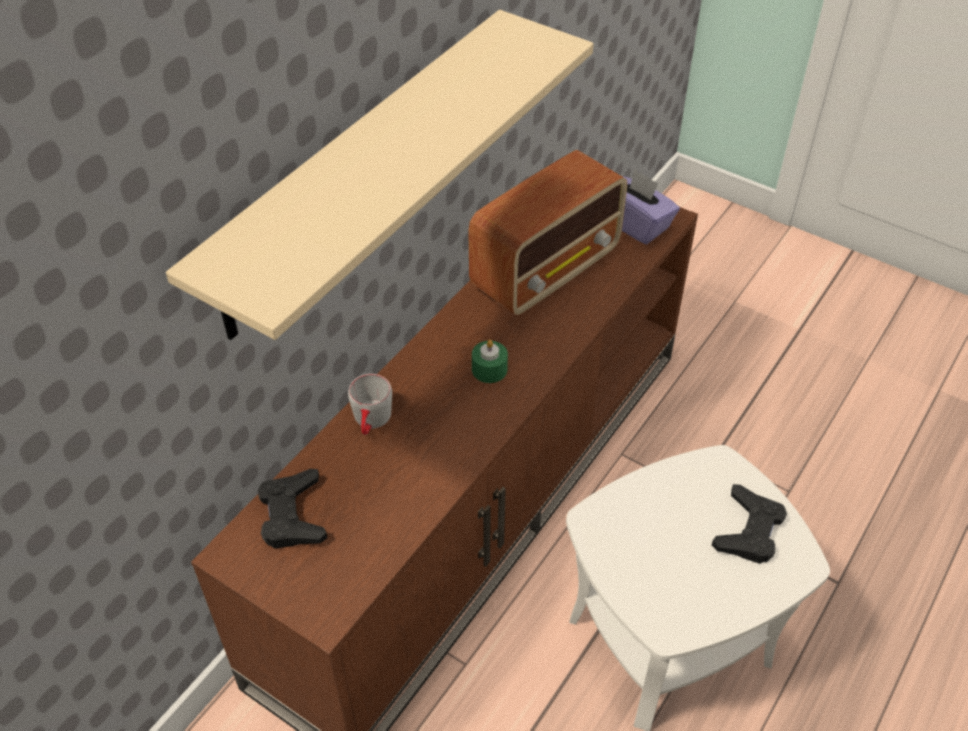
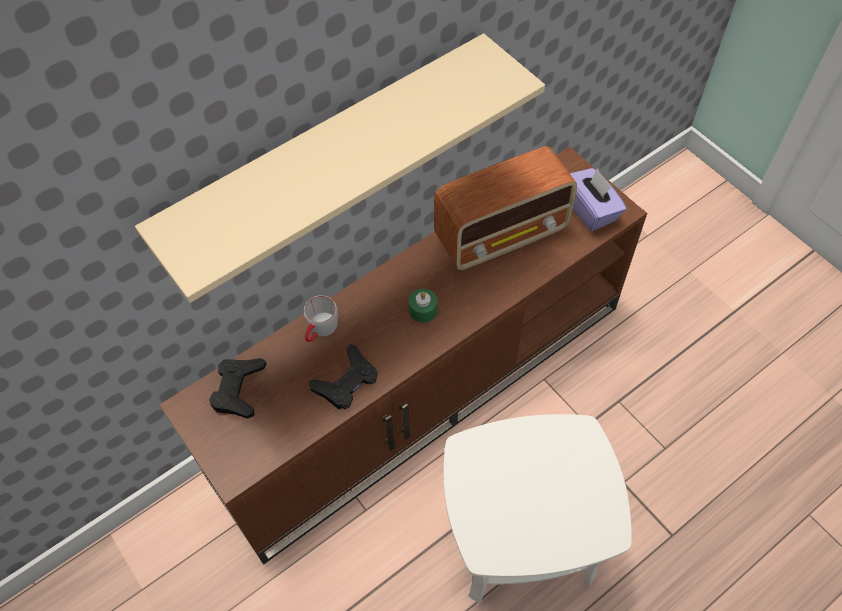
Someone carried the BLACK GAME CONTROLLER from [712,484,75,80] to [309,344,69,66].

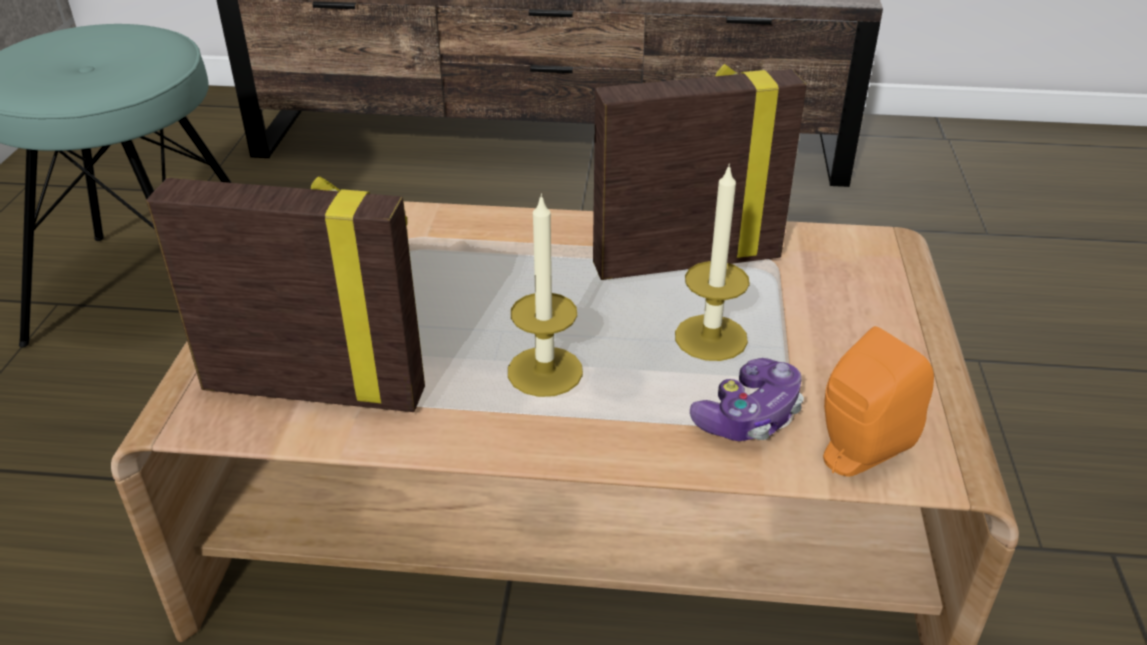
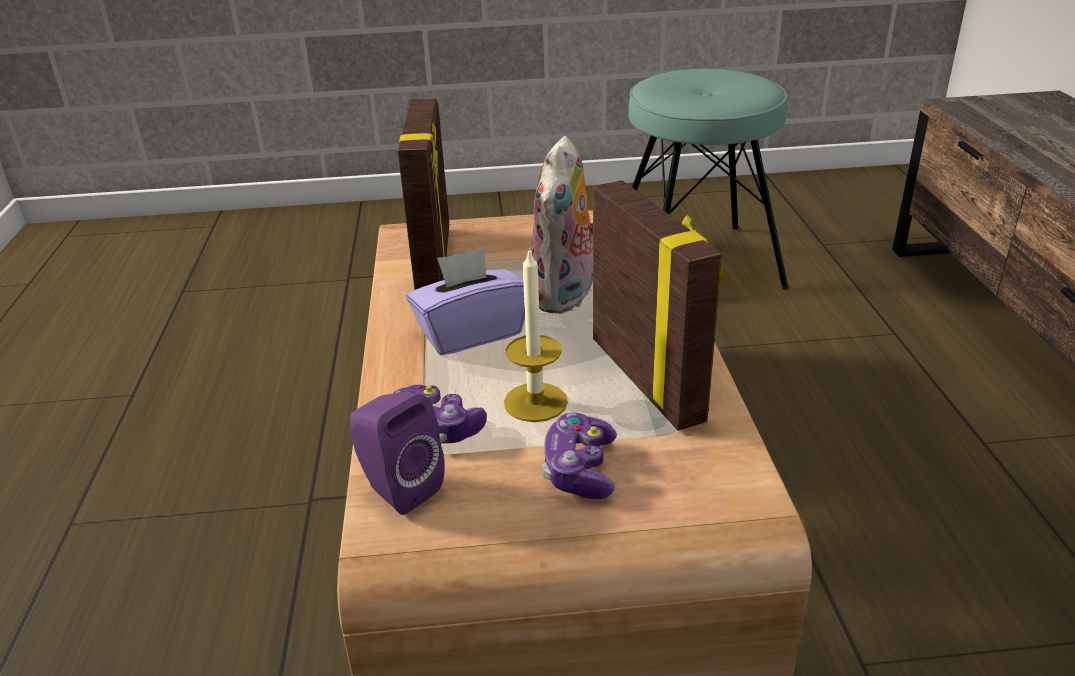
Someone swapped the CANDLE at [508,193,75,204] for the PURPLE TISSUE BOX at [406,248,119,107].
Someone repainted the ORANGE SPEAKER at [823,326,111,151], which became the PURPLE SPEAKER at [350,392,95,123].
Someone put down the PLUSH TOY at [532,136,61,178].
Someone put down the GAME CONTROLLER at [542,412,75,87].

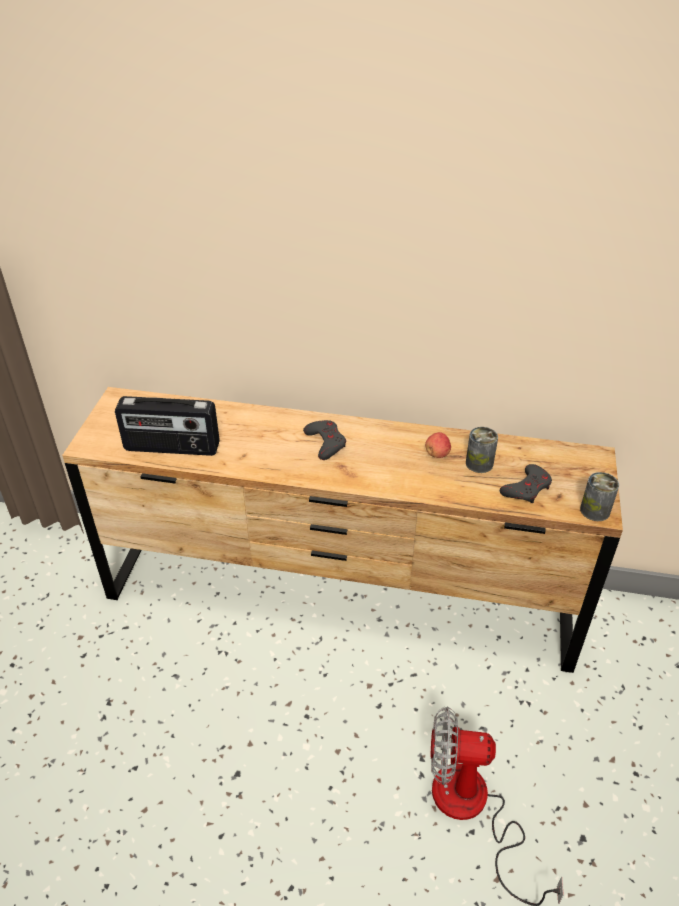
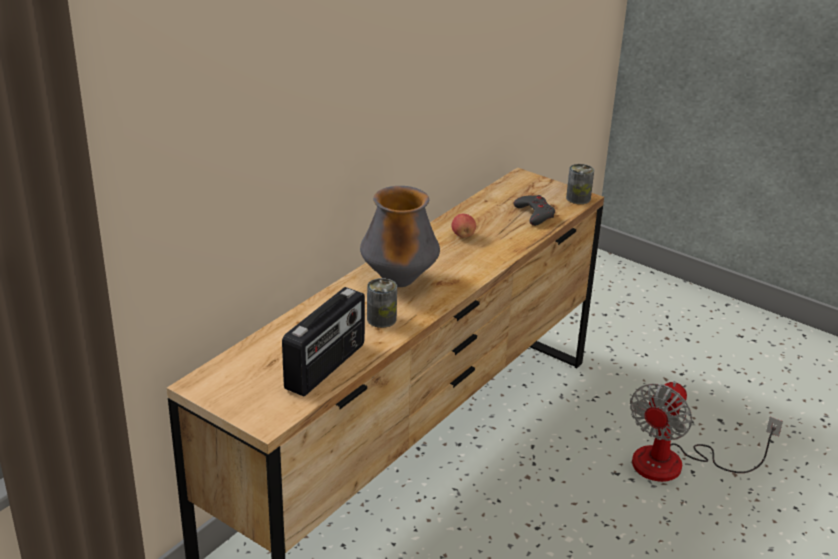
Someone swapped the GREY GAME CONTROLLER at [303,420,43,40] for the VASE at [360,186,80,101].
Someone carried the CAN from [466,427,32,46] to [367,278,30,50].

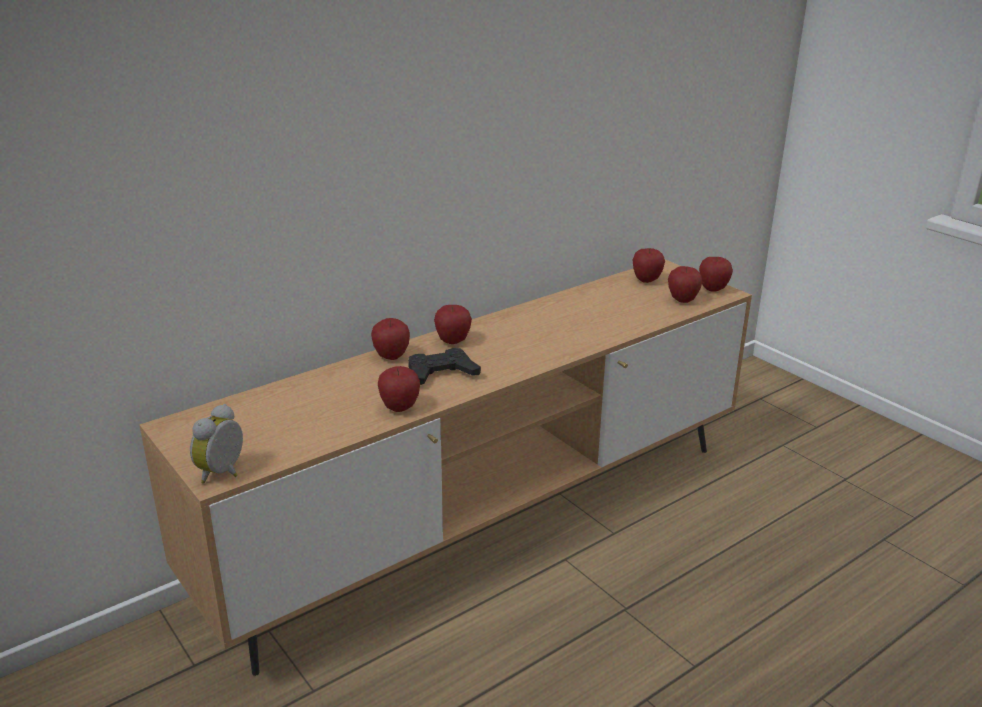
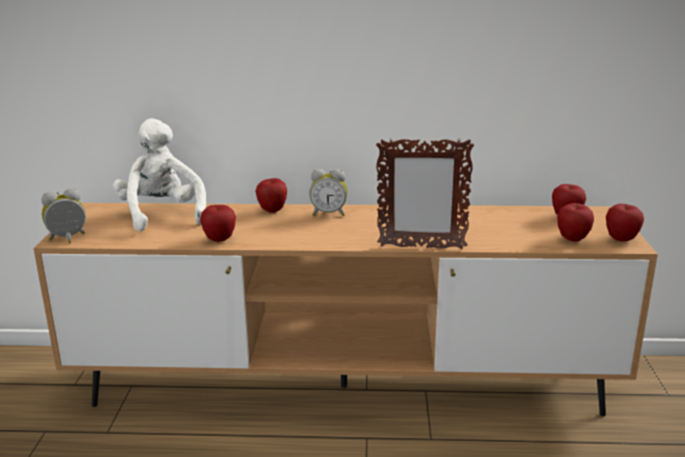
Someone took away the BLACK GAME CONTROLLER at [408,348,73,37].
Someone swapped the APPLE at [434,305,38,39] for the ALARM CLOCK at [309,169,39,47].
Someone put down the WHITE PLUSH TOY at [113,118,93,113].
Someone put down the PICTURE FRAME at [376,138,98,111].

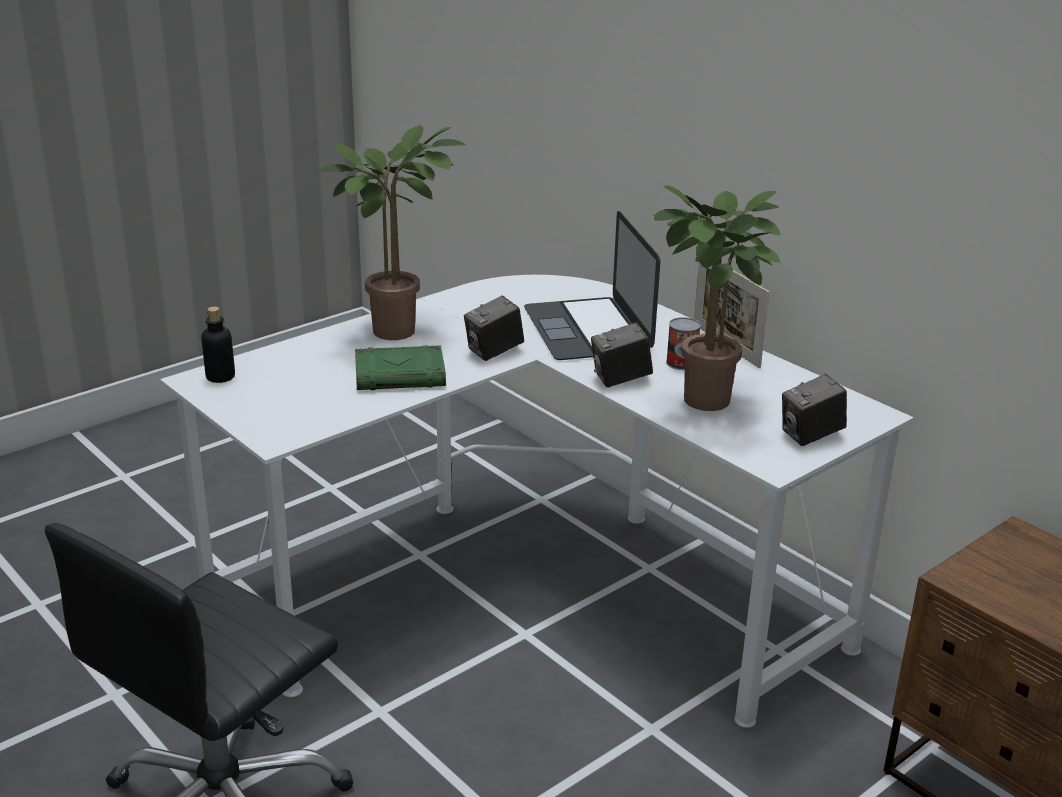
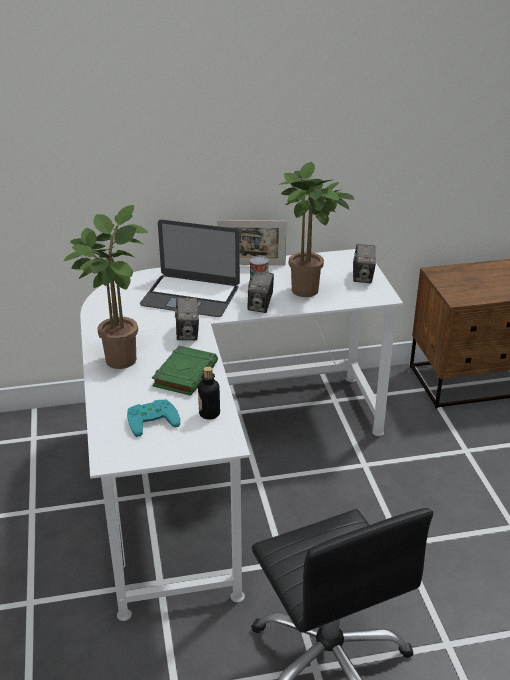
Someone carried the BOTTLE from [201,307,34,76] to [198,366,22,54].
Someone put down the TURQUOISE GAME CONTROLLER at [127,400,53,37].

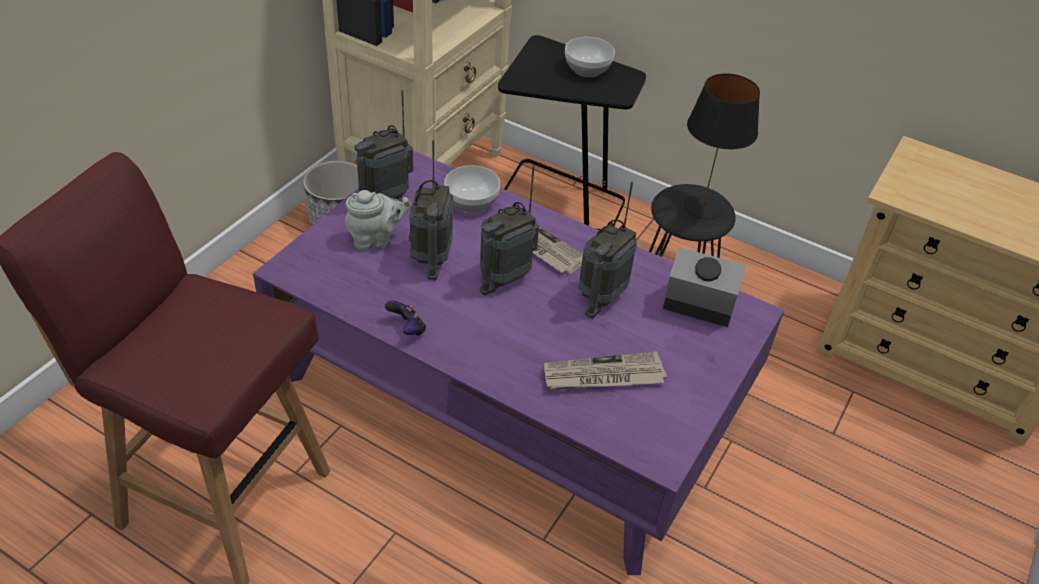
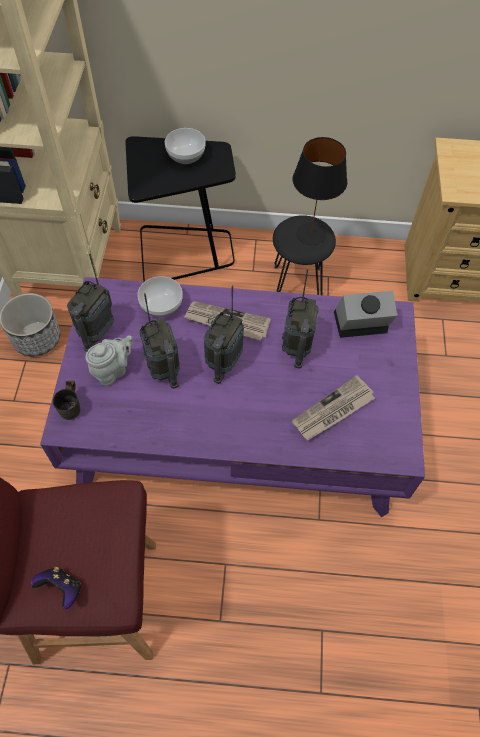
Someone carried the GAME CONTROLLER from [385,300,41,36] to [31,567,50,42].
Someone put down the GREY MUG at [53,380,27,40].

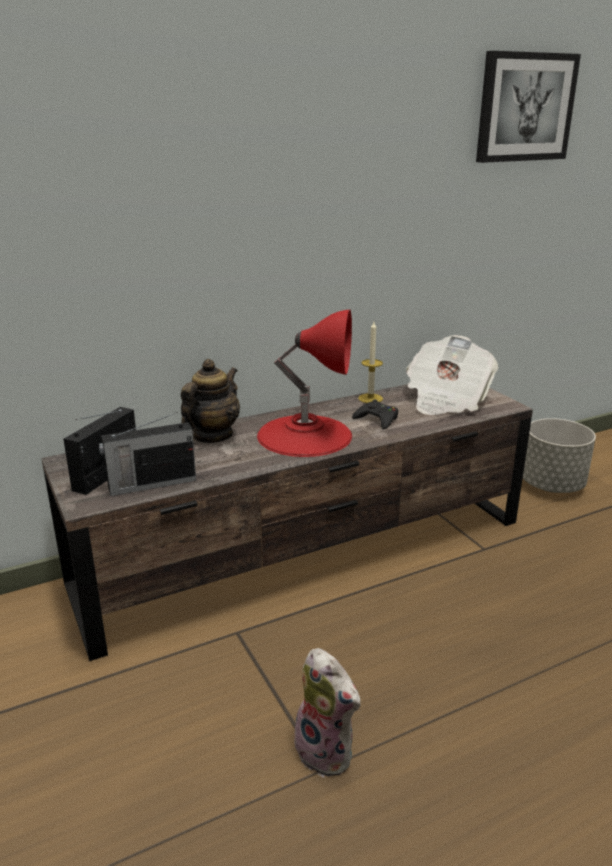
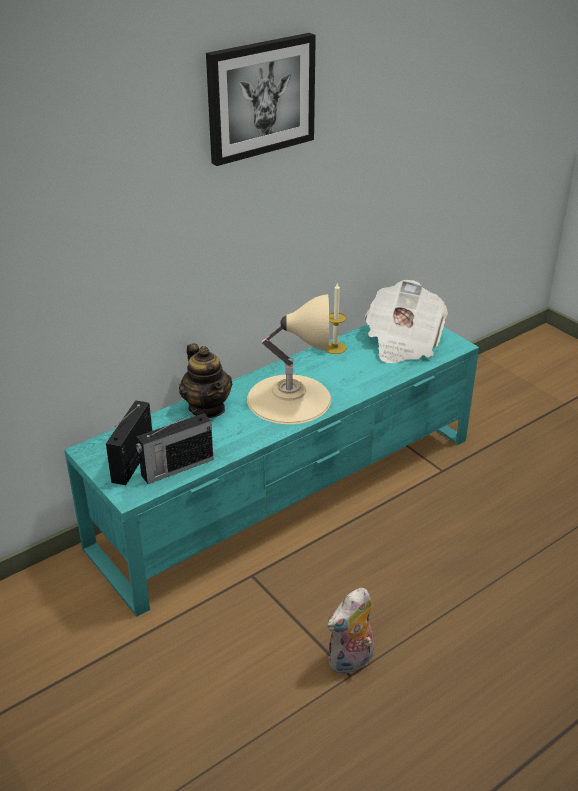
Someone repainted the BROWN TV STAND at [41,384,492,277], which became the TURQUOISE TV STAND at [64,324,415,293].
Someone rotated the TEAPOT at [181,359,59,84] by 135 degrees clockwise.
Someone repainted the RED TABLE LAMP at [257,309,95,148], which became the BEIGE TABLE LAMP at [247,294,84,130].
Someone rotated the PLUSH TOY at [292,648,69,130] by 105 degrees clockwise.
Someone took away the BLACK GAME CONTROLLER at [352,399,46,31].
Someone carried the PICTURE from [476,51,105,112] to [206,33,110,133].
Someone took away the GREY PLANTER at [523,418,73,75].

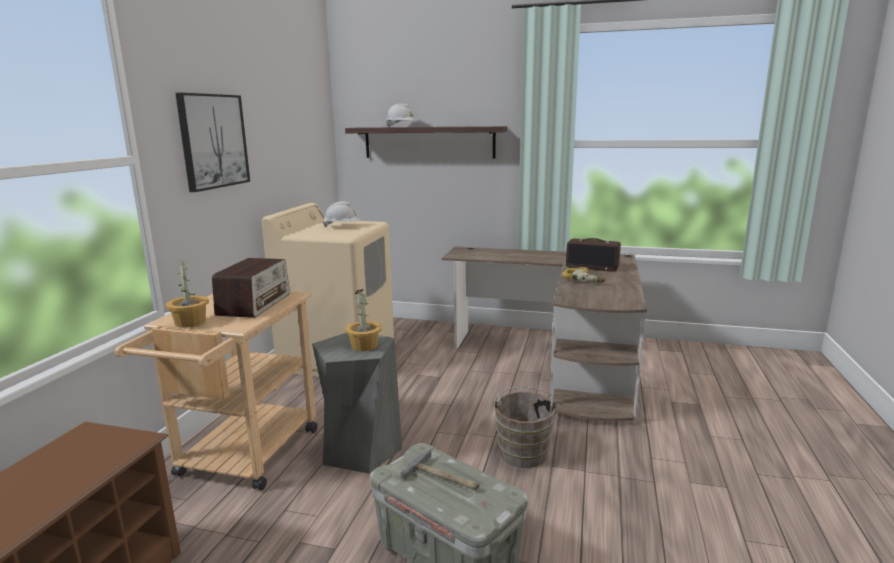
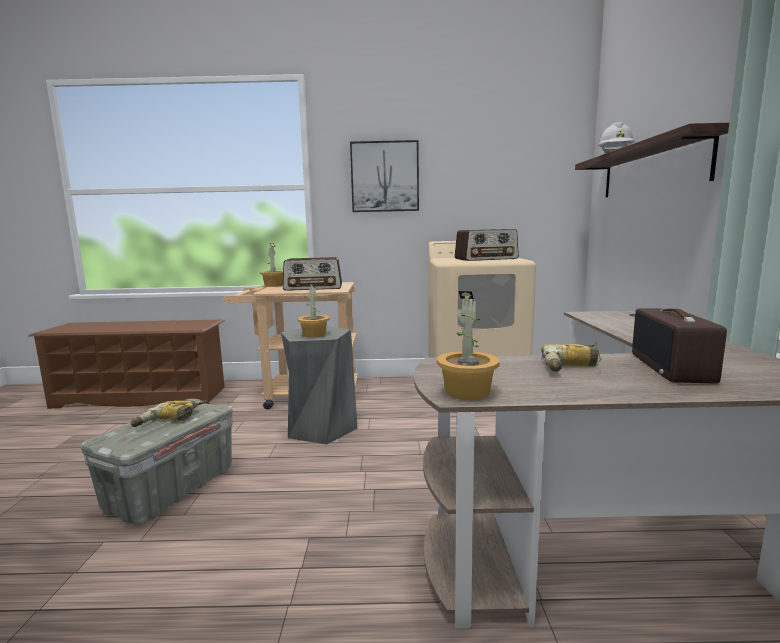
Someone swapped the WHITE HARD HAT at [323,201,38,26] for the RADIO at [454,229,65,32].
Someone swapped the HAMMER at [401,450,78,40] for the POWER DRILL at [130,400,78,27].
Someone took away the BROWN BUCKET at [492,387,67,81].
Someone put down the POTTED PLANT at [437,291,62,109].

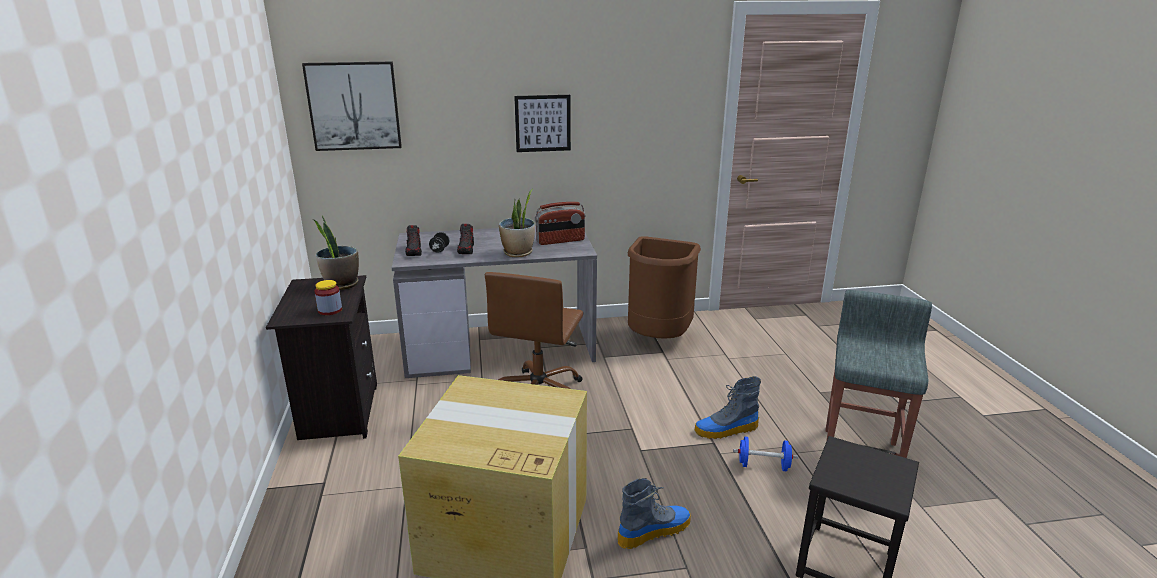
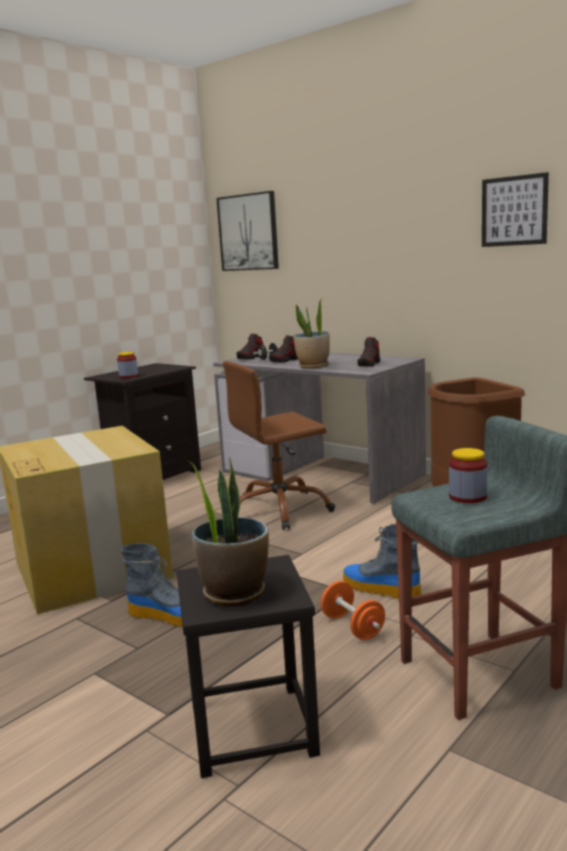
Someone carried the POTTED PLANT from [314,216,45,74] to [188,457,81,149].
Someone carried the PICTURE from [514,95,57,57] to [482,172,67,75].
Someone swapped the RADIO at [535,202,51,43] for the SHOE at [358,337,22,30].
Someone repainted the BLUE DUMBBELL at [733,437,65,34], which became the ORANGE DUMBBELL at [321,581,64,59].
Someone put down the JAR at [449,448,38,55].

